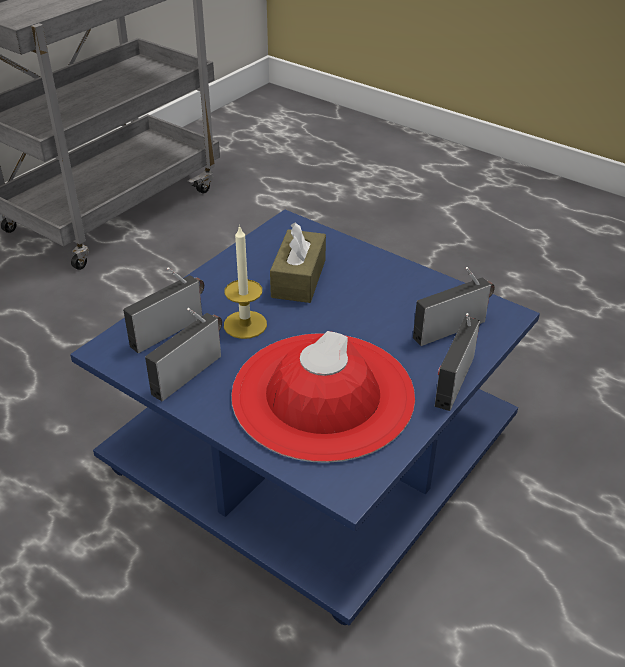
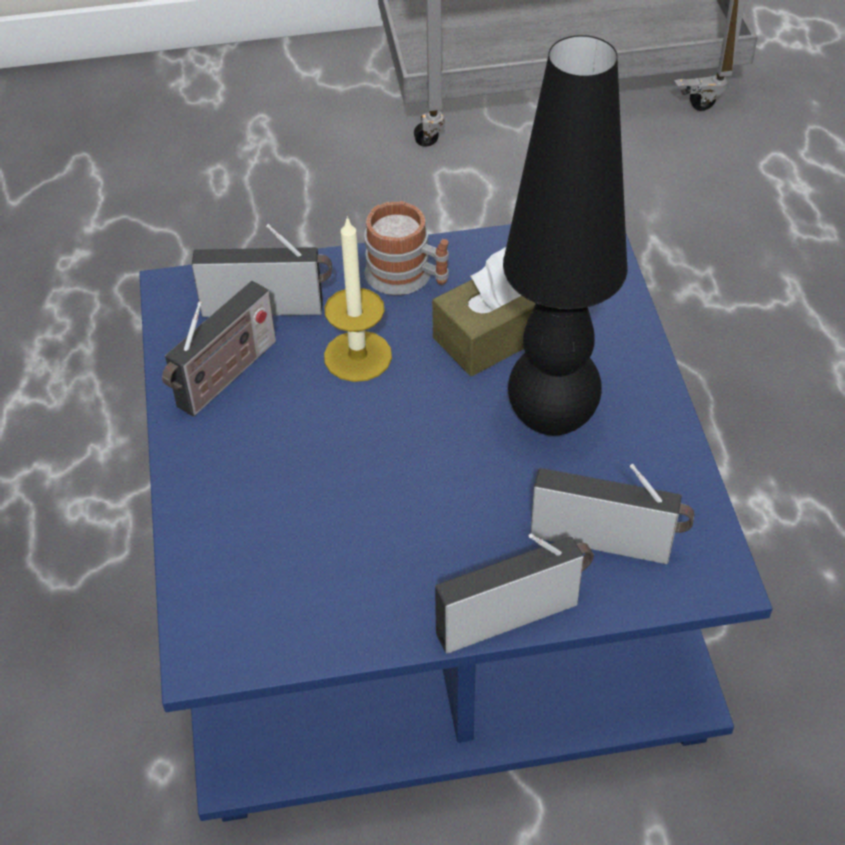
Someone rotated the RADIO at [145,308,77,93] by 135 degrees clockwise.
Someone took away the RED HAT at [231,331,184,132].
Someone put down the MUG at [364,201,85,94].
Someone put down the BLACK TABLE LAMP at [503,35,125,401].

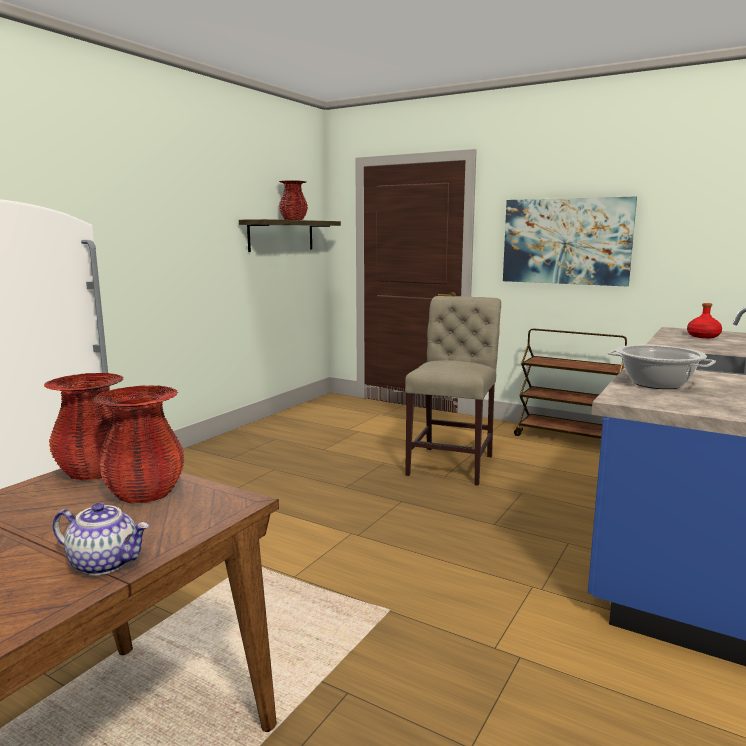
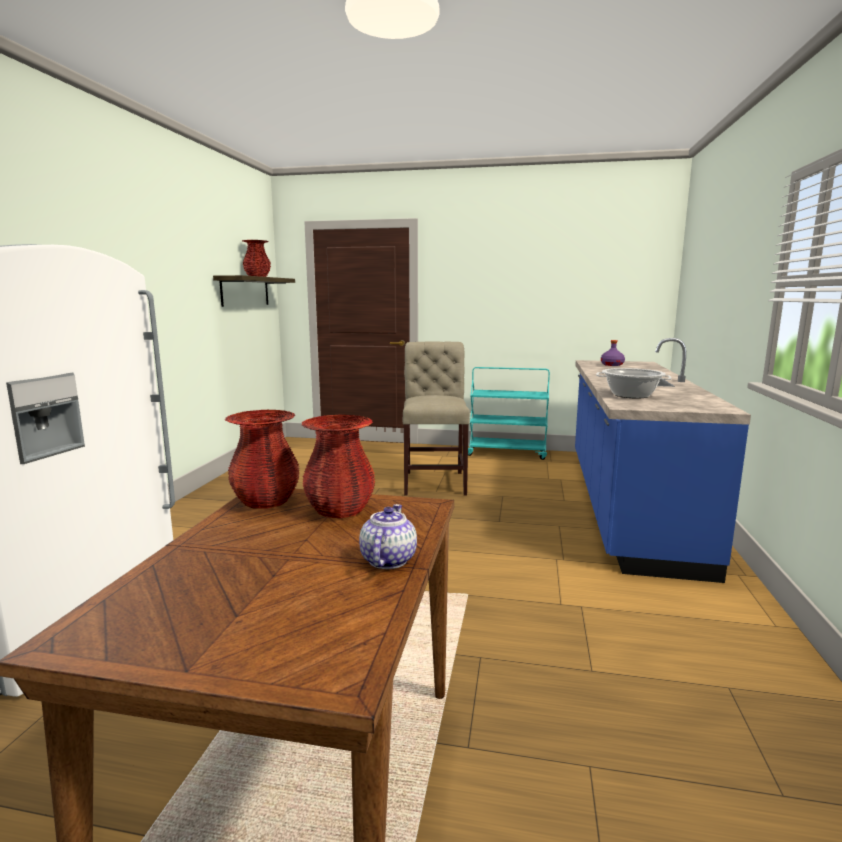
Someone rotated the TEAPOT at [53,503,96,72] by 75 degrees counterclockwise.
Someone took away the PICTURE at [503,196,134,91].
Someone repainted the BROWN CART at [514,328,113,113], which became the TURQUOISE CART at [468,367,82,93].
Someone repainted the RED BOTTLE at [687,303,35,35], which became the PURPLE BOTTLE at [601,340,24,26].

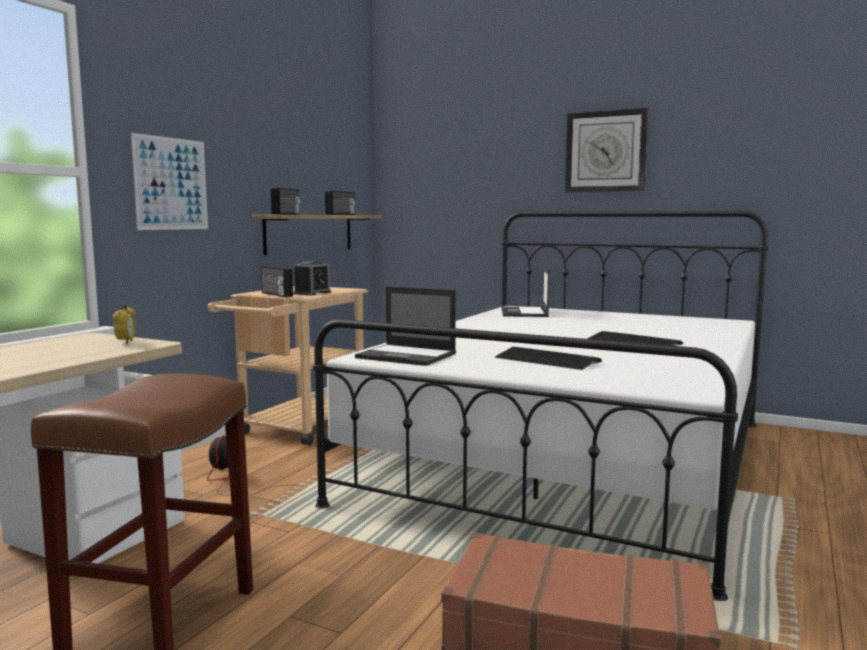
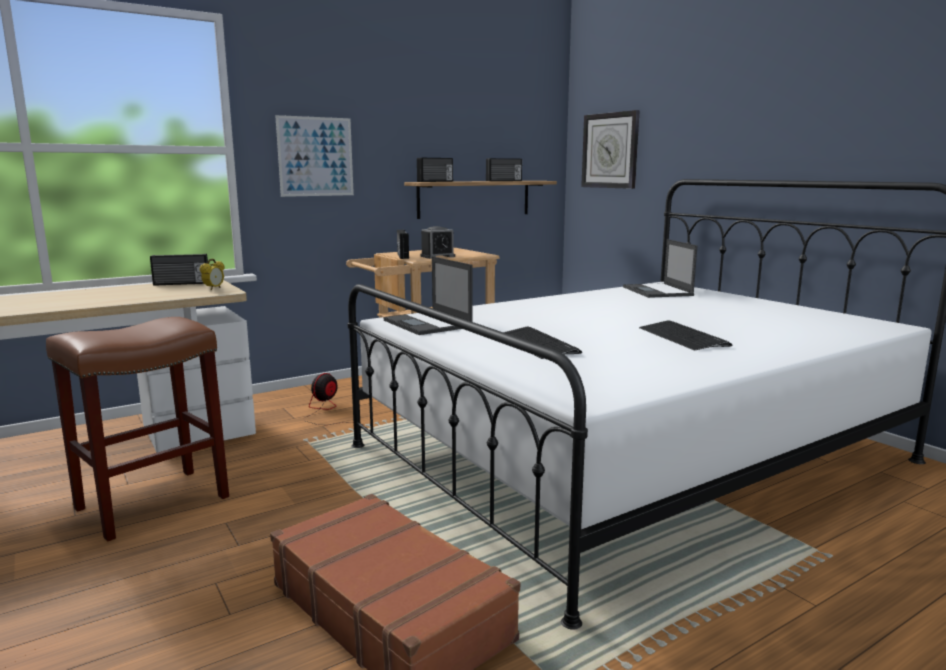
Someone rotated the LAPTOP at [502,266,48,51] by 45 degrees counterclockwise.
Someone carried the WALL CLOCK from [565,108,83,84] to [581,110,59,79].
Someone put down the RADIO at [150,254,58,32].

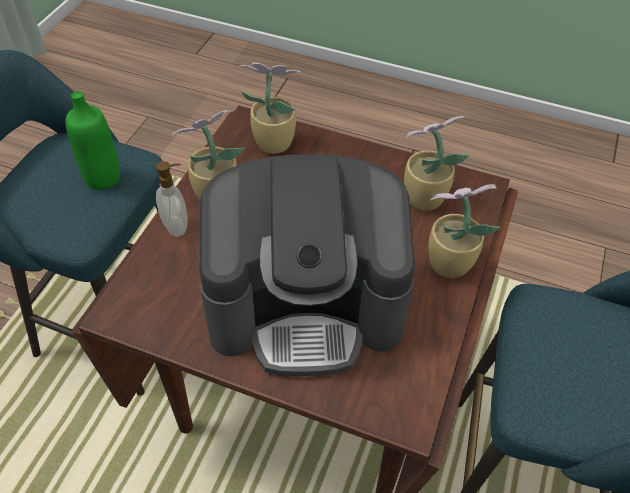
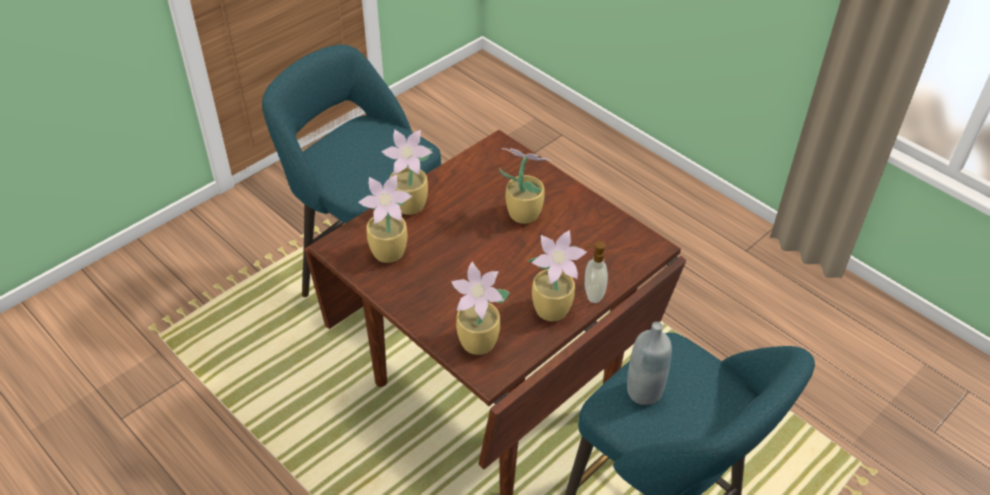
Someone repainted the GREEN BOTTLE at [65,91,55,99], which became the GREY BOTTLE at [627,322,45,83].
Someone swapped the COFFEE MACHINE at [199,154,216,222] for the POTTED PLANT at [499,148,53,76].

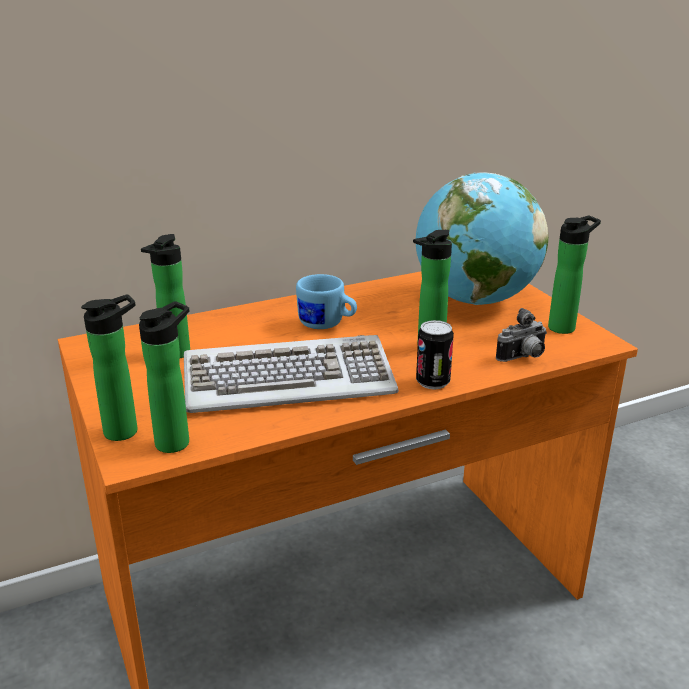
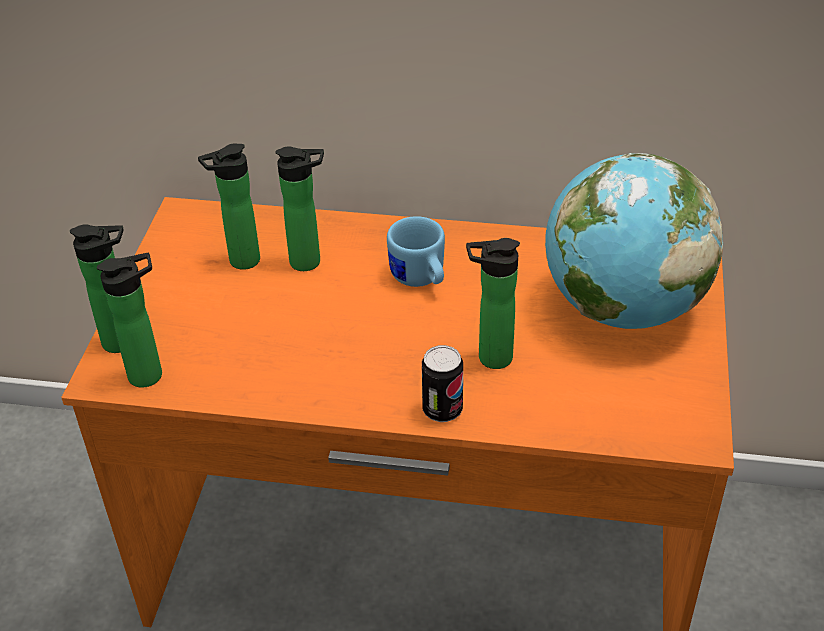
Someone took away the KEYBOARD at [184,335,215,78].
Someone took away the PHOTO CAMERA at [496,308,51,54].
Someone carried the BOTTLE from [548,215,53,119] to [275,146,49,125].

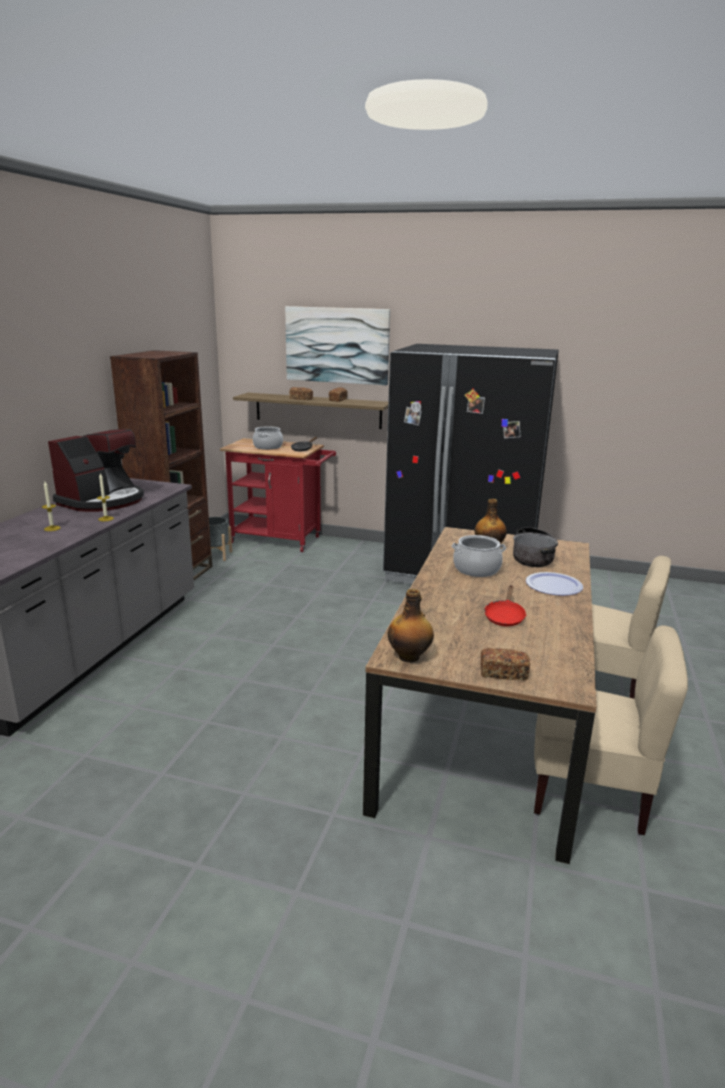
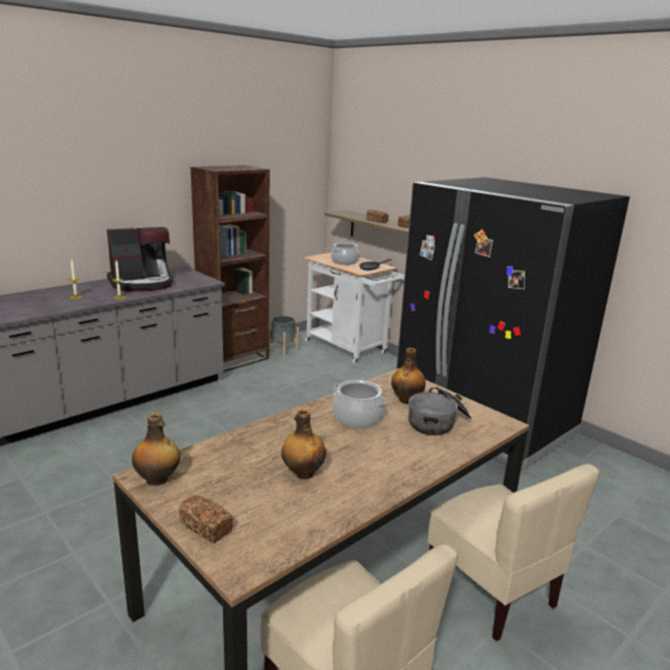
Someone repainted the RED CART at [220,438,116,114], which became the WHITE CART at [304,253,101,111].
Someone took away the PICTURE at [285,306,105,79].
Someone swapped the RED FRYING PAN at [484,585,42,41] for the BOTTLE at [281,409,45,70].
Someone took away the PLATE at [526,572,57,24].

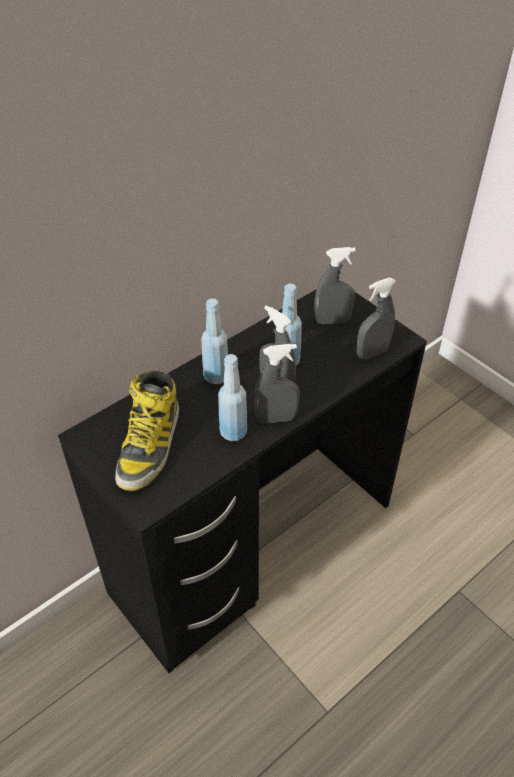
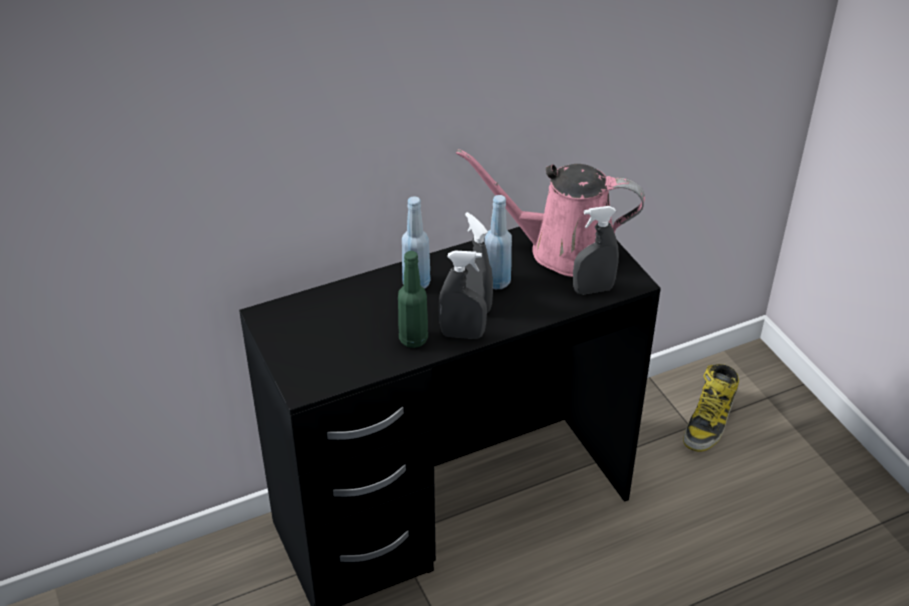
Someone carried the BOOT from [115,371,64,120] to [683,364,56,88].
Someone repainted the BLUE BOTTLE at [218,354,29,87], which became the GREEN BOTTLE at [398,251,30,97].
Someone swapped the GREY SPRAY BOTTLE at [315,247,41,77] for the PINK WATERING CAN at [456,149,189,128].

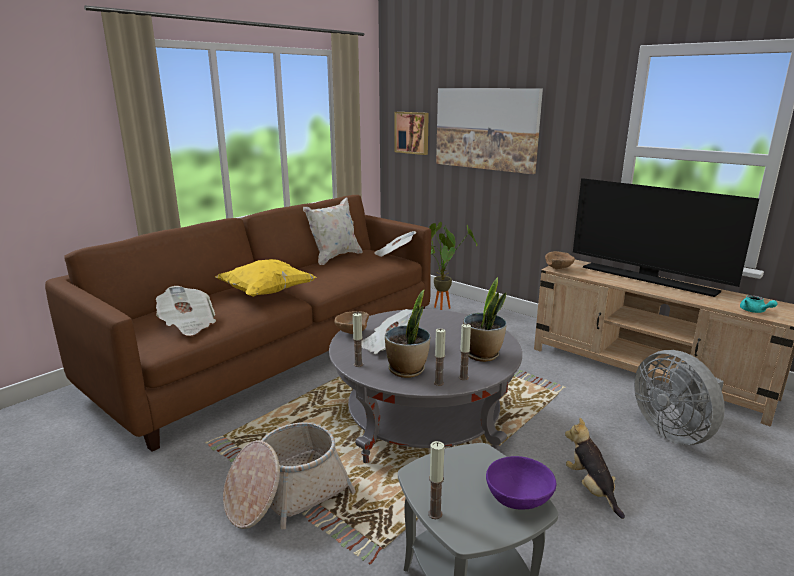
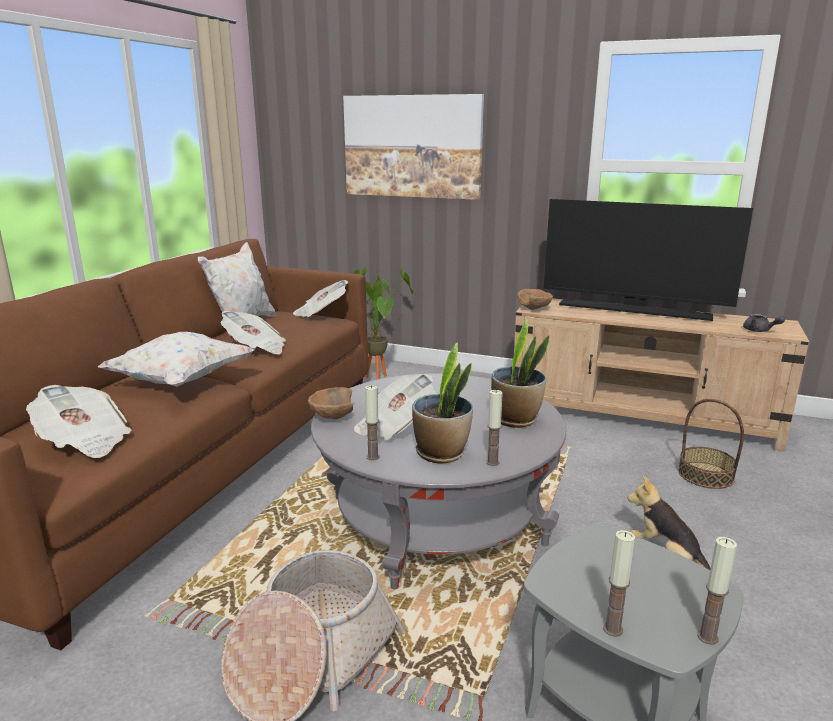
Someone repainted the YELLOW PILLOW at [215,259,102,38], which became the WHITE PILLOW at [98,332,156,55].
Someone took away the PICTURE at [394,112,35,43].
Someone carried the CANDLE from [459,324,12,56] to [697,537,40,108].
Someone took away the PURPLE BOWL at [486,456,70,54].
Someone swapped the GREY FAN at [634,350,91,95] for the BASKET at [678,399,66,90].
Someone repainted the TURQUOISE TEAPOT at [740,295,38,18], which became the GREY TEAPOT at [743,314,42,18].
Someone put down the NEWSPAPER at [221,311,65,43].

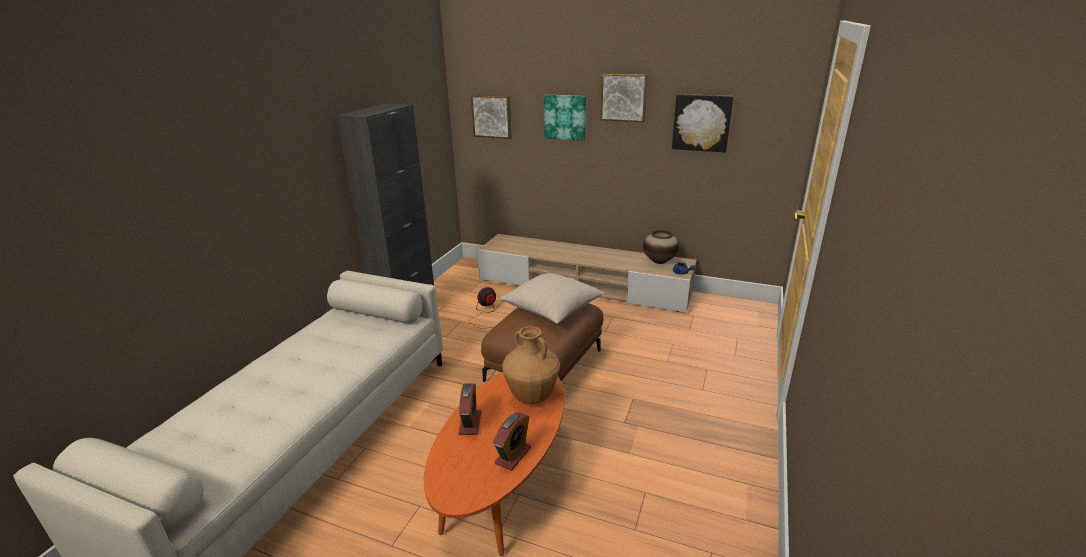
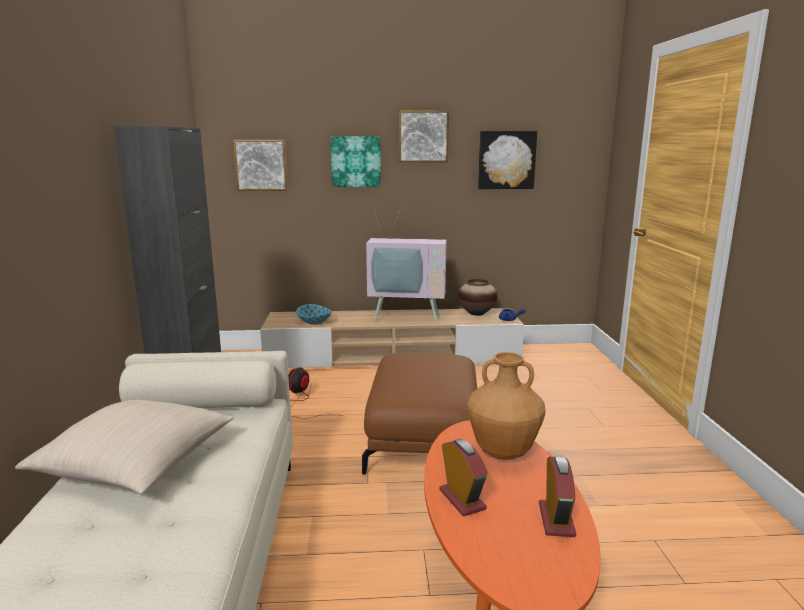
Someone carried the BEIGE PILLOW from [499,273,106,51] to [15,400,219,94].
Someone put down the BOWL at [296,304,36,21].
Someone put down the TELEVISION at [366,207,81,117].

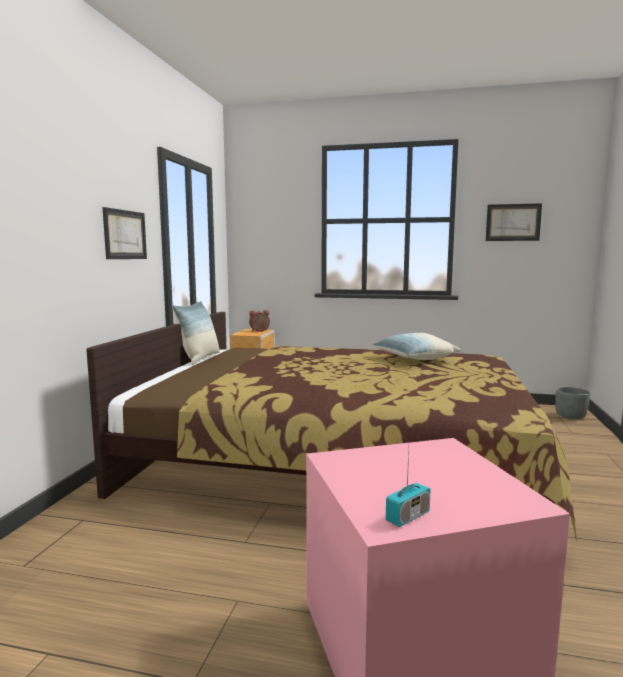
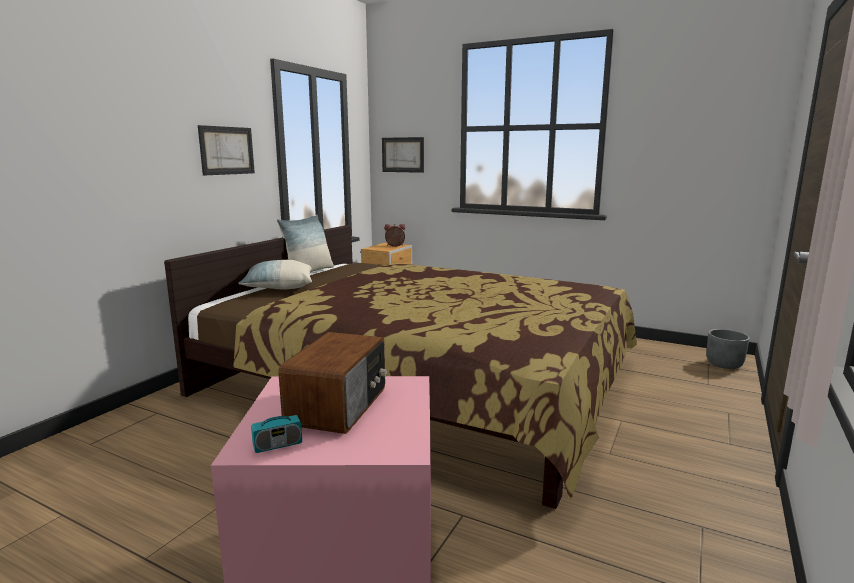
Someone carried the PILLOW from [372,333,89,27] to [238,260,74,29].
Someone carried the PICTURE from [486,203,56,38] to [382,137,42,36].
Someone put down the RADIO at [278,332,109,102].

